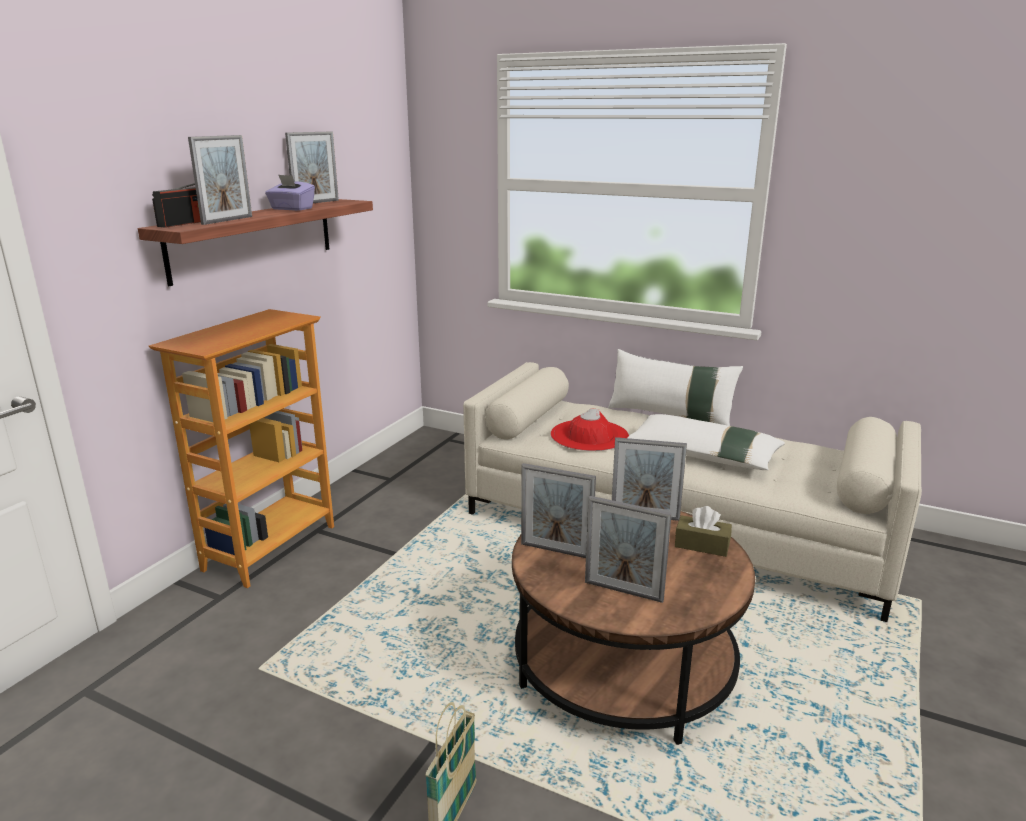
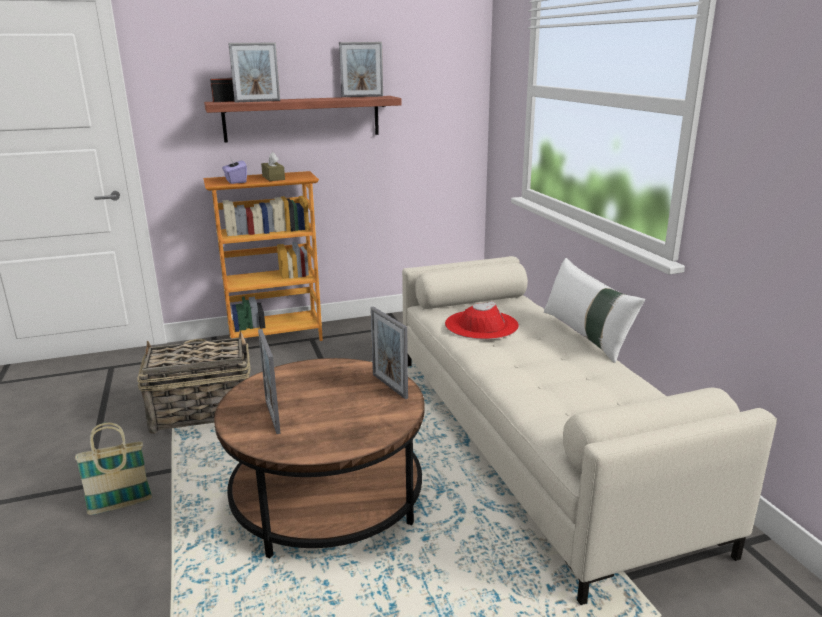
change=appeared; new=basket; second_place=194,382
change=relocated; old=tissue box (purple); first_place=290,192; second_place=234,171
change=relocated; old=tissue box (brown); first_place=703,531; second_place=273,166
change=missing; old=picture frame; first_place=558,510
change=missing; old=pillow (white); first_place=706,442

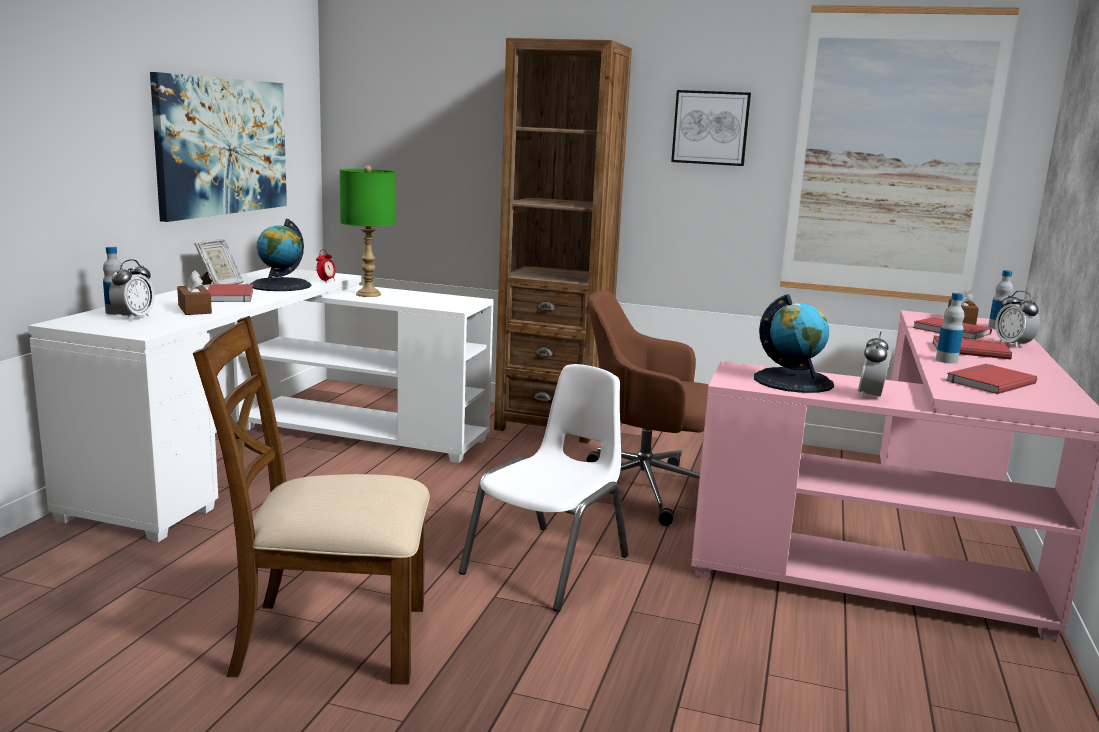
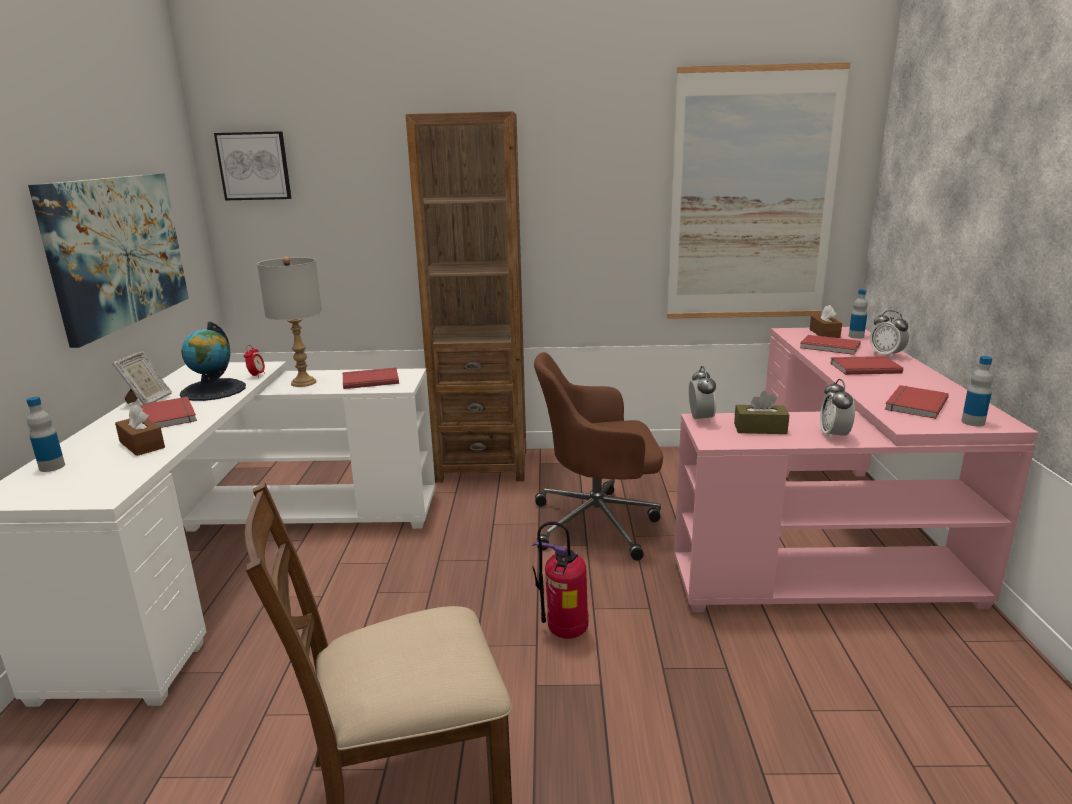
change=relocated; old=picture; first_place=711,128; second_place=253,165
change=colour; old=table lamp (green); new=table lamp (grey); first_place=368,231; second_place=289,321
change=appeared; new=book (red); second_place=370,378
change=exchanged; old=chair (white); new=fire extinguisher; first_place=544,488; second_place=560,580
change=relocated; old=alarm clock; first_place=131,290; second_place=702,395
change=exchanged; old=globe; new=tissue box (brown); first_place=794,343; second_place=761,412
change=relocated; old=bottle; first_place=950,328; second_place=977,391

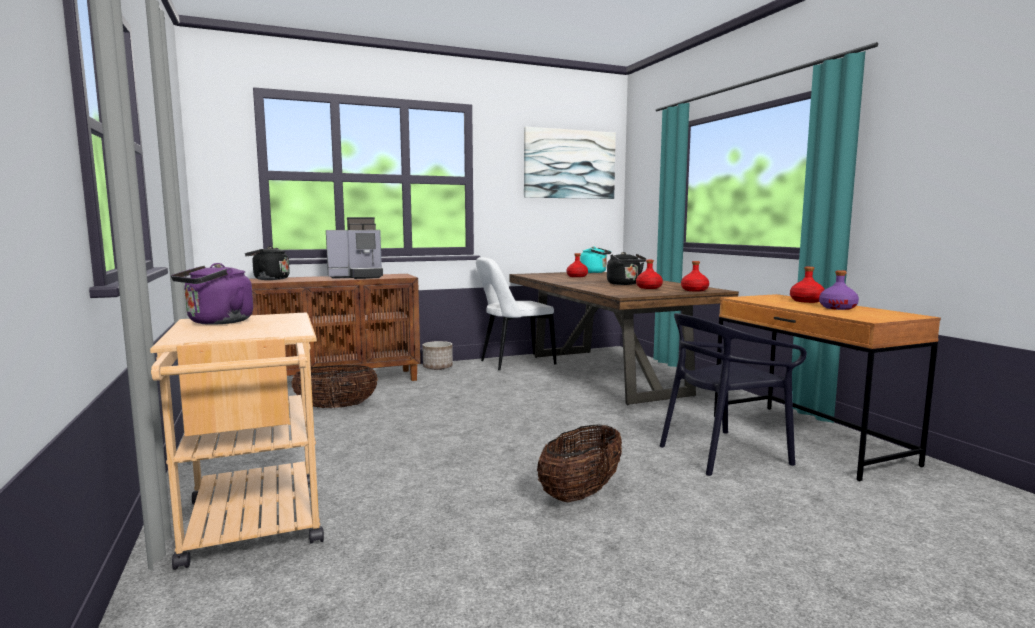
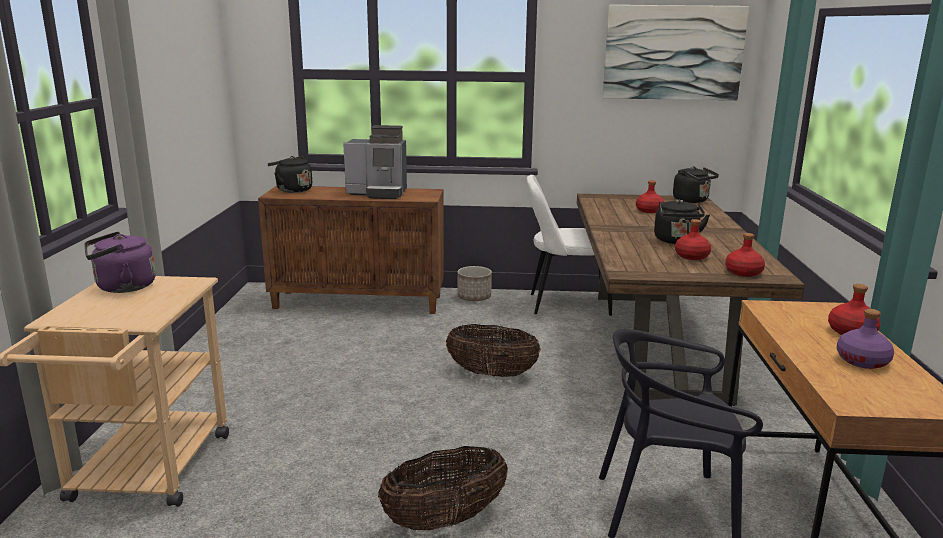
change=relocated; old=basket; first_place=334,386; second_place=493,350
change=colour; old=kettle (turquoise); new=kettle (black); first_place=595,260; second_place=696,184

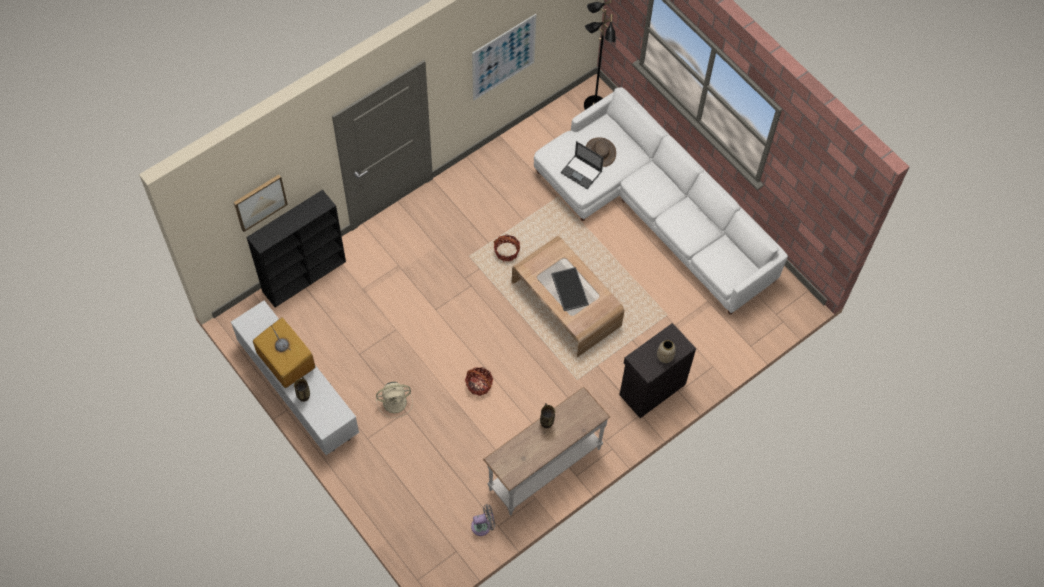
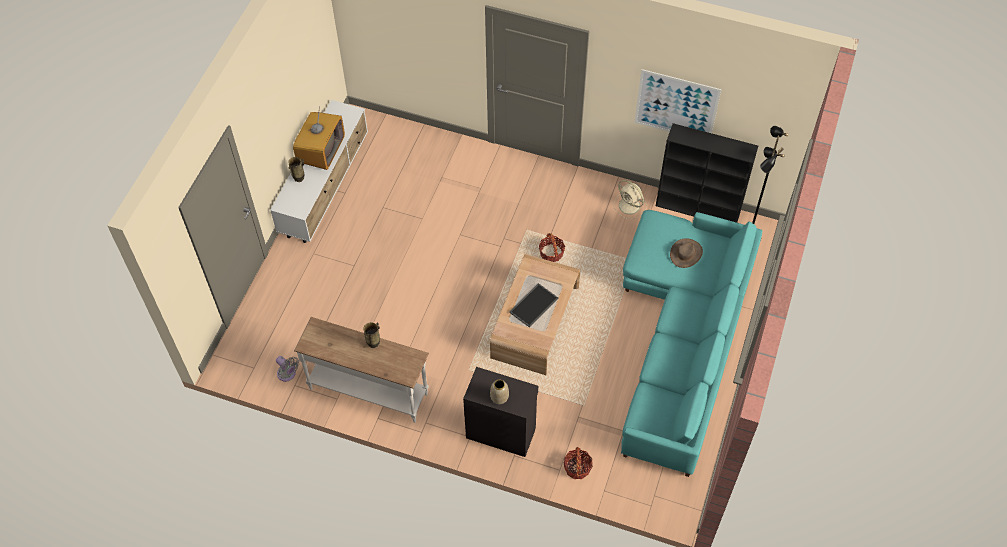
change=relocated; old=basket; first_place=479,381; second_place=578,463
change=relocated; old=fan (beige); first_place=394,400; second_place=630,199
change=colour; old=sofa (white); new=sofa (turquoise); first_place=661,201; second_place=691,343
change=relocated; old=bookcase (black); first_place=296,248; second_place=707,173
change=missing; old=picture; first_place=261,203
change=missing; old=laptop; first_place=582,165

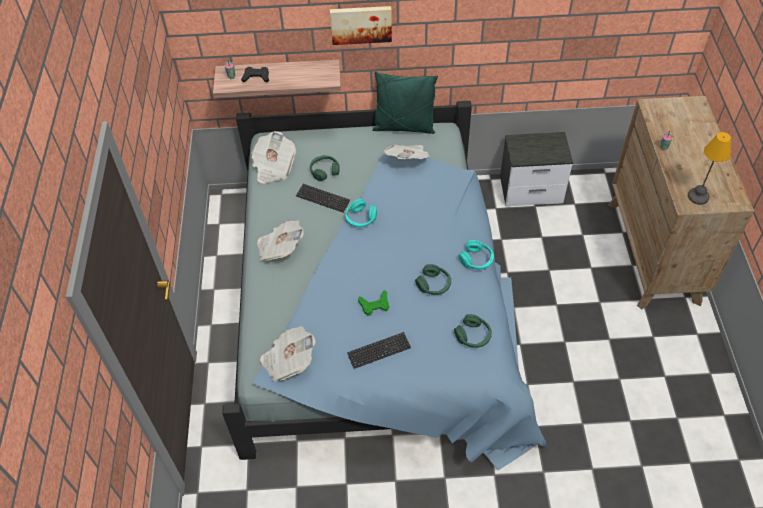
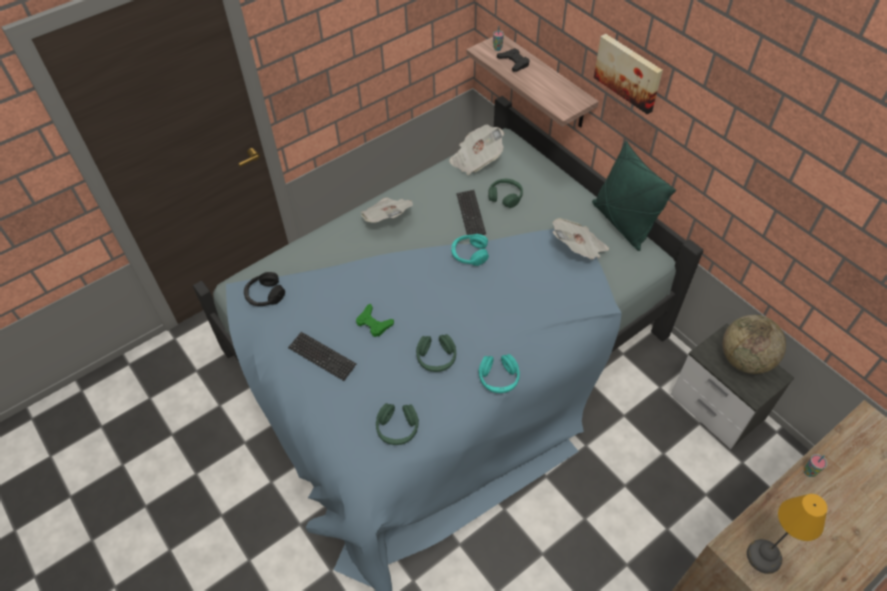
change=exchanged; old=newspaper; new=headphones (black); first_place=288,354; second_place=264,289
change=appeared; new=globe; second_place=754,344

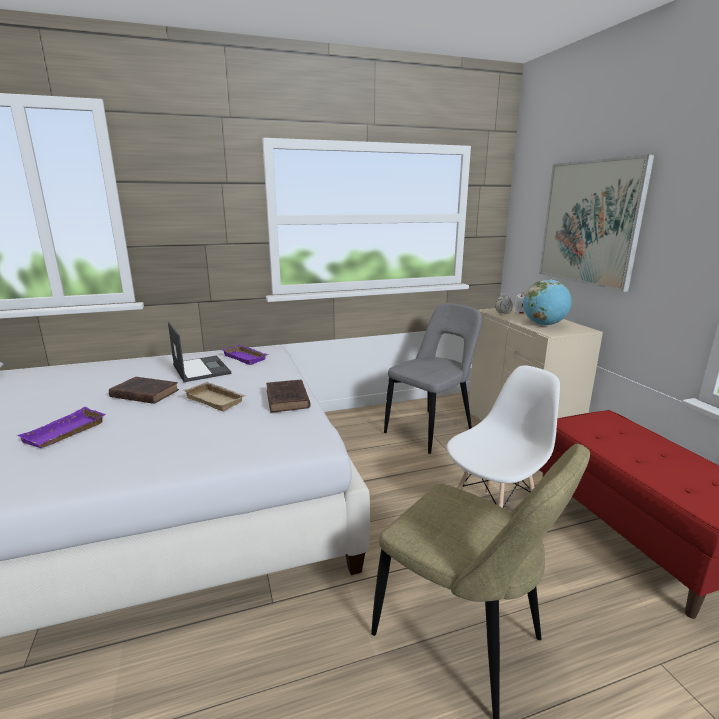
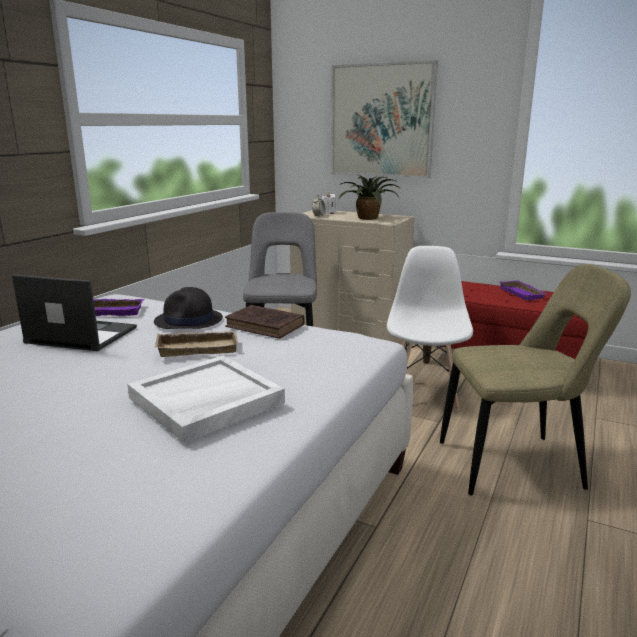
change=appeared; new=tray (white); second_place=206,399
change=appeared; new=hat (black); second_place=188,308
change=exchanged; old=globe; new=potted plant; first_place=547,302; second_place=369,197
change=relocated; old=tray (purple); first_place=61,427; second_place=522,290
change=missing; old=book (brown); first_place=144,390

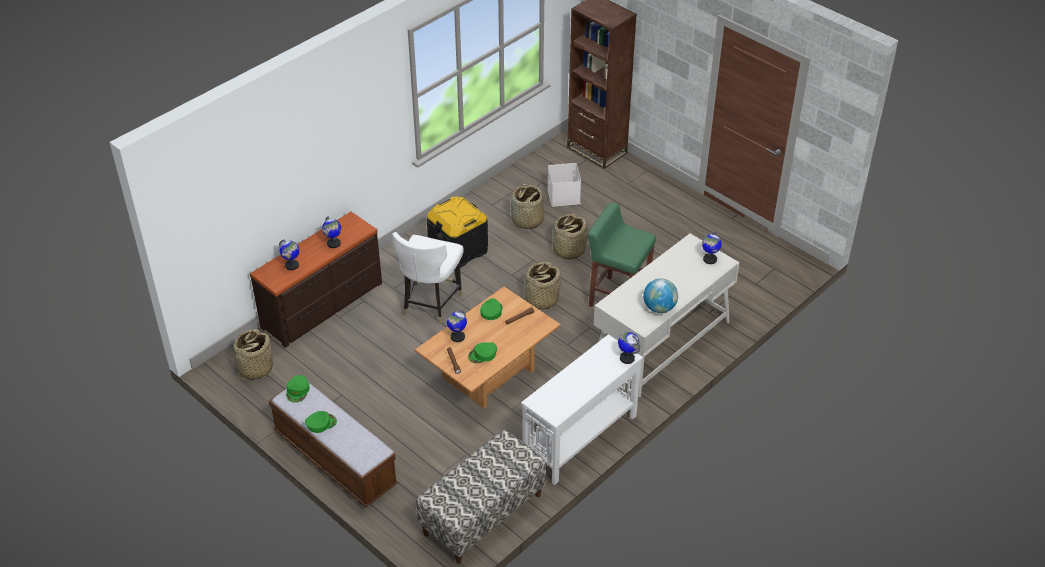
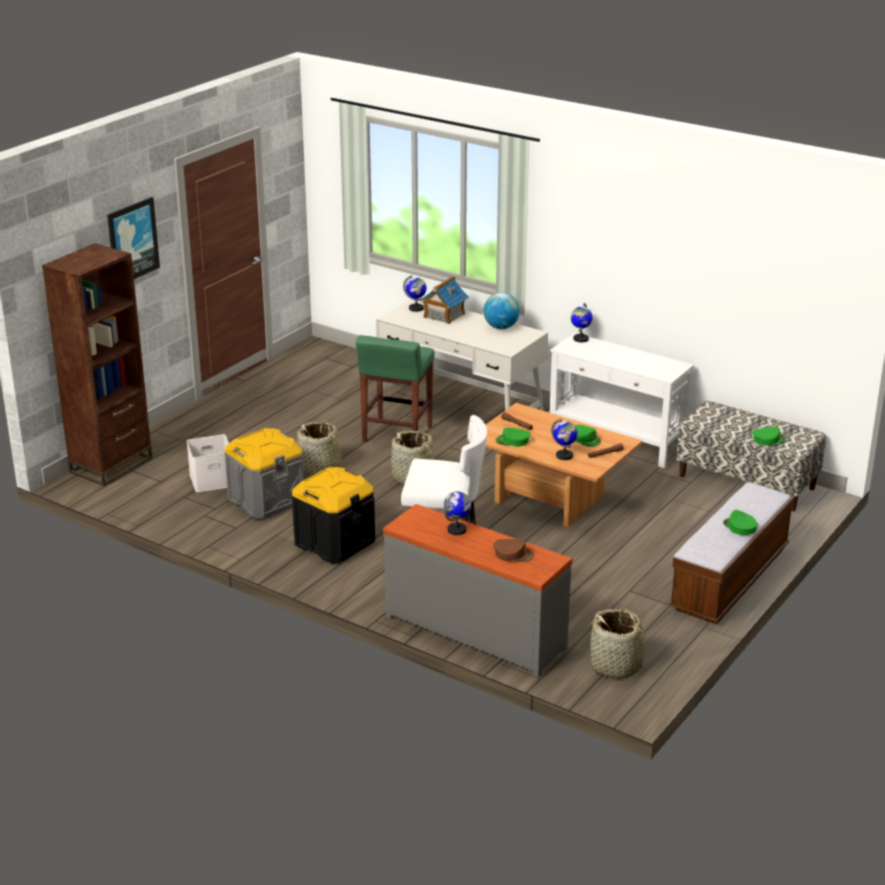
change=appeared; new=picture; second_place=133,238
change=exchanged; old=basket; new=storage box (grey); first_place=527,207; second_place=264,473
change=colour; old=dresser (brown); new=dresser (grey); first_place=316,280; second_place=477,590
change=appeared; new=toy house; second_place=444,300
change=exchanged; old=globe; new=cap (brown); first_place=289,254; second_place=513,550
change=relocated; old=cap (green); first_place=298,389; second_place=769,436

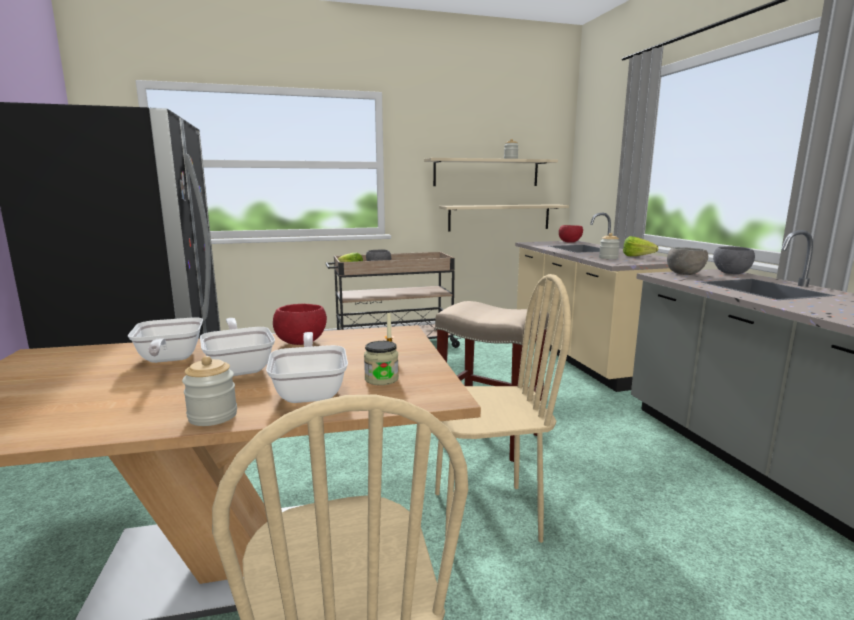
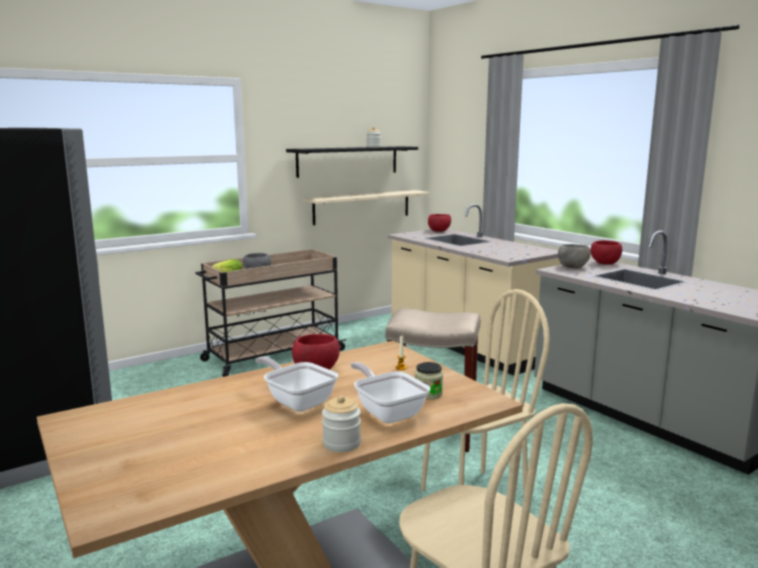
change=colour; old=shelf (beige); new=shelf (black); first_place=491,172; second_place=352,162
change=colour; old=bowl (grey); new=bowl (red); first_place=734,260; second_place=606,252
change=missing; old=frying pan; first_place=165,340
change=missing; old=jar; first_place=609,246
change=missing; old=lettuce; first_place=640,246

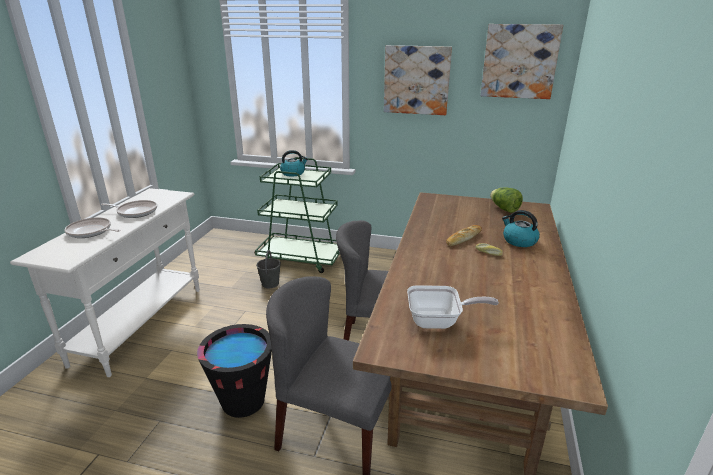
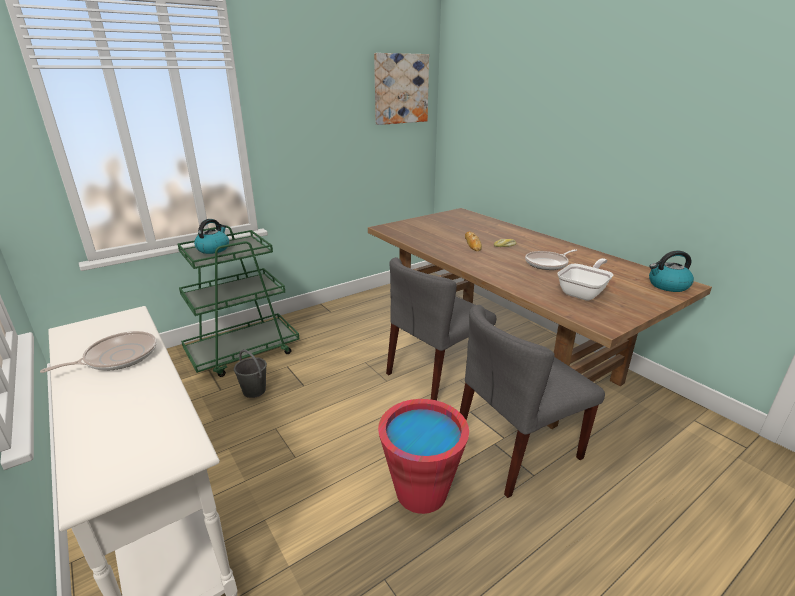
change=colour; old=bucket (black); new=bucket (red); first_place=234,371; second_place=423,456
change=relocated; old=frying pan; first_place=92,227; second_place=551,259
change=relocated; old=kettle; first_place=521,228; second_place=671,271
change=missing; old=picture; first_place=418,80
change=missing; old=lettuce; first_place=506,200

